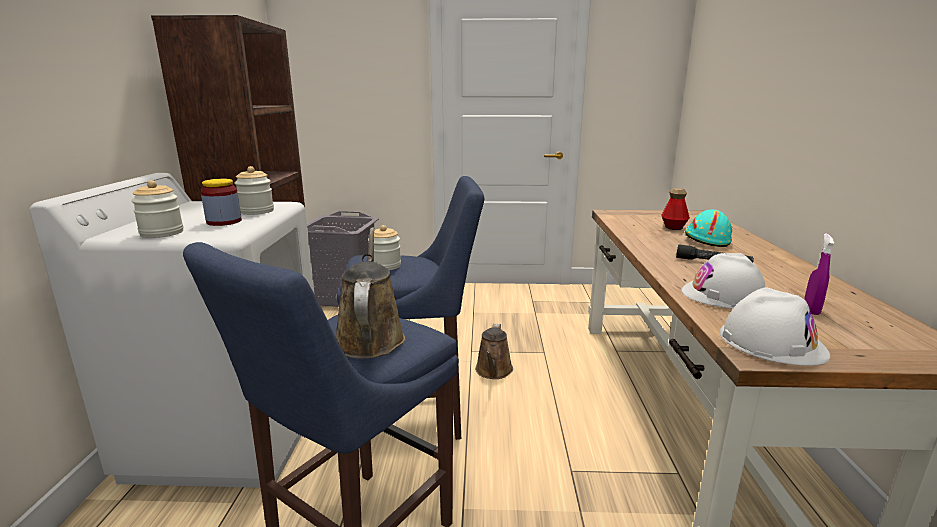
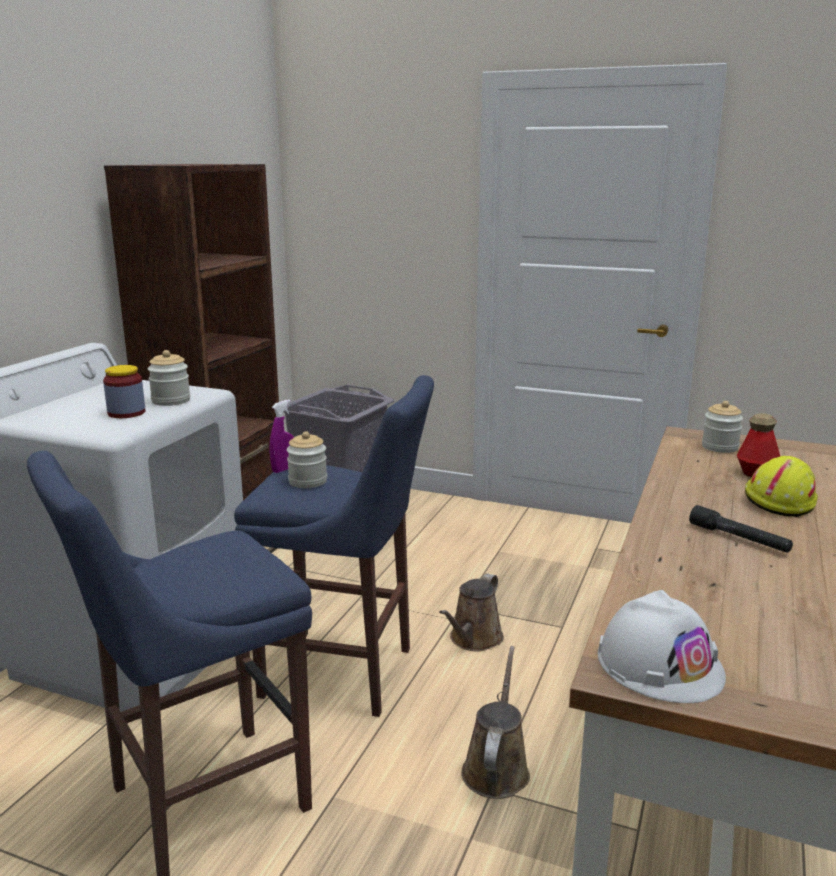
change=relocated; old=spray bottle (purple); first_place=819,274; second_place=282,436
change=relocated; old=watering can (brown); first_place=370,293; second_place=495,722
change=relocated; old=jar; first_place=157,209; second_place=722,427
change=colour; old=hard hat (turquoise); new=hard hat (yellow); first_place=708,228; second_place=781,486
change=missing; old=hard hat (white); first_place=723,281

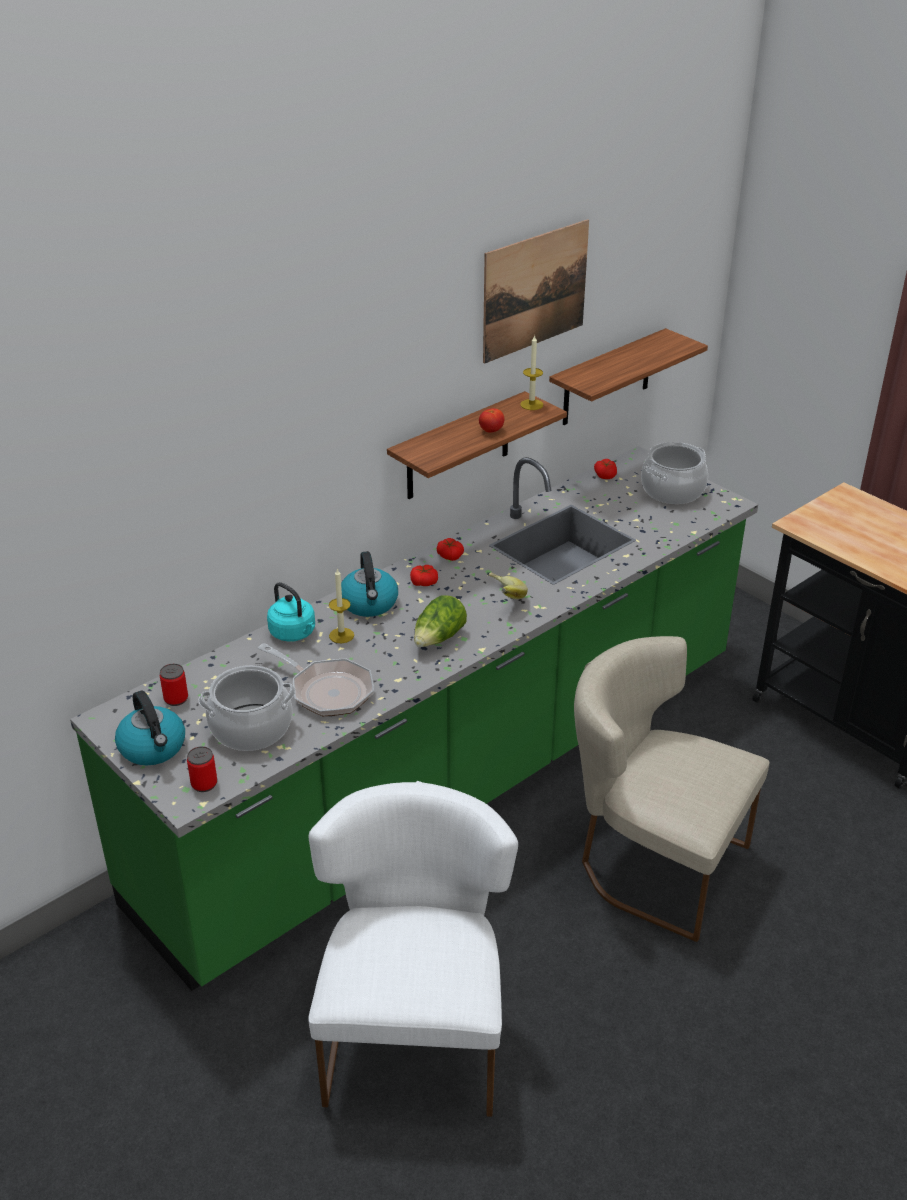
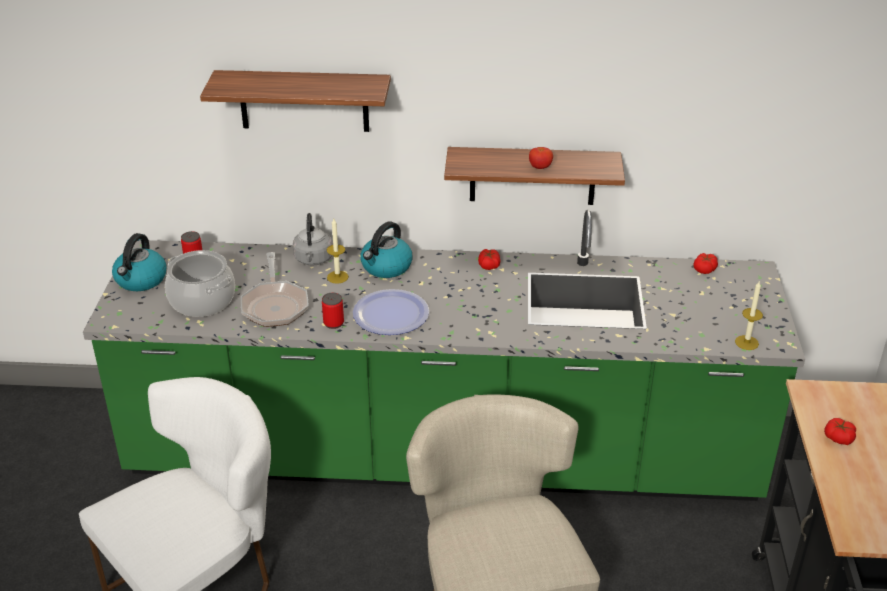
change=relocated; old=shelf; first_place=628,376; second_place=295,101
change=colour; old=kettle (turquoise); new=kettle (grey); first_place=291,612; second_place=313,239
change=relocated; old=can; first_place=202,769; second_place=333,311
change=exchanged; old=lettuce; new=plate; first_place=440,621; second_place=391,312
change=relocated; old=candle; first_place=531,372; second_place=749,316
change=relocated; old=tomato; first_place=424,575; second_place=840,431
change=missing; old=picture; first_place=536,291
change=missing; old=banana; first_place=508,585
change=missing; old=cooking pot; first_place=674,473

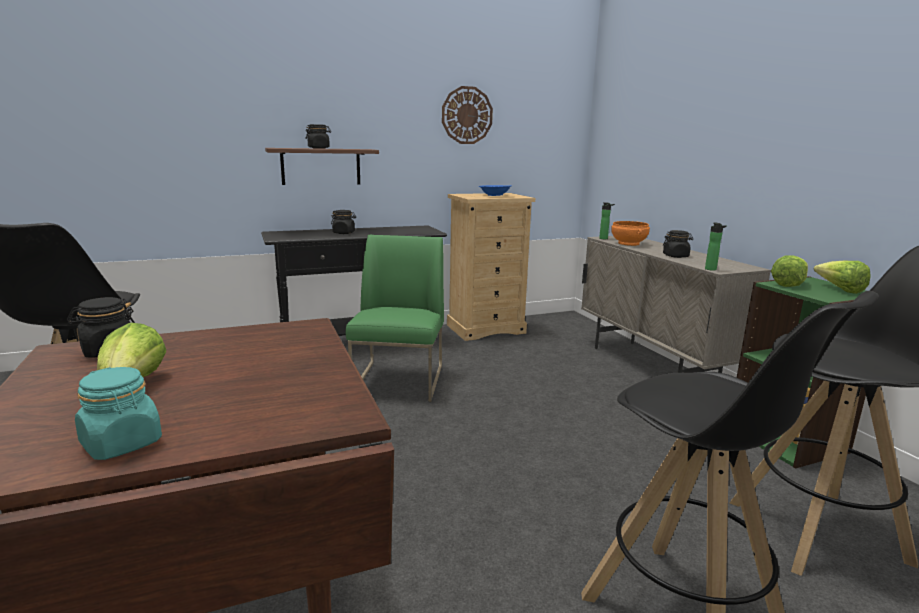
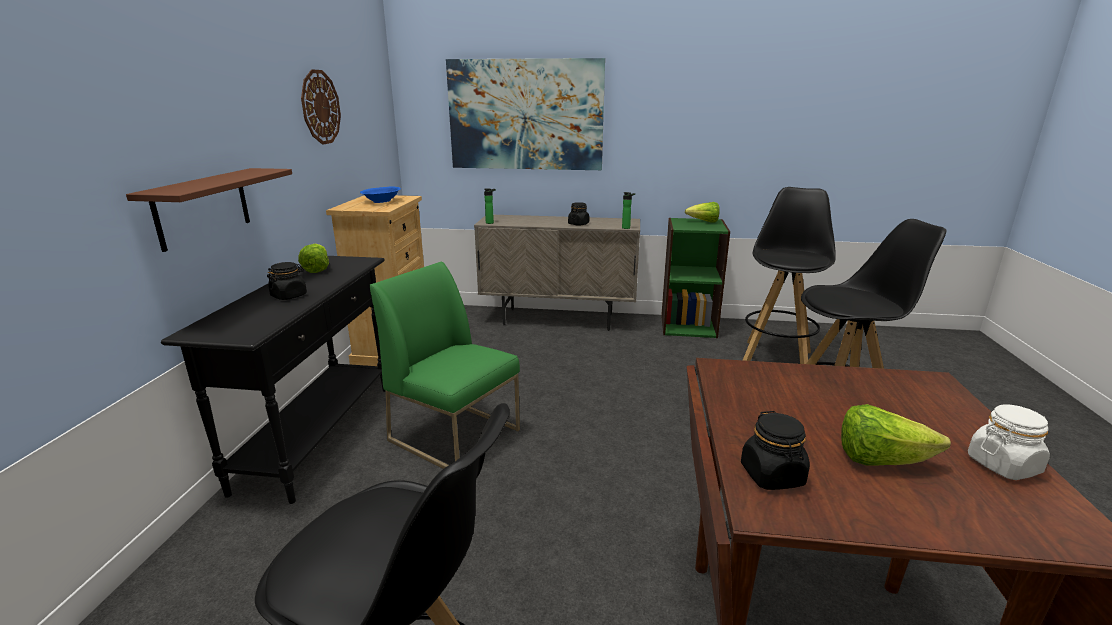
change=relocated; old=lettuce; first_place=789,271; second_place=313,258
change=appeared; new=picture; second_place=525,114
change=colour; old=jar (turquoise); new=jar (white); first_place=118,413; second_place=1009,442
change=missing; old=jar (black); first_place=318,136
change=missing; old=bowl (orange); first_place=630,233

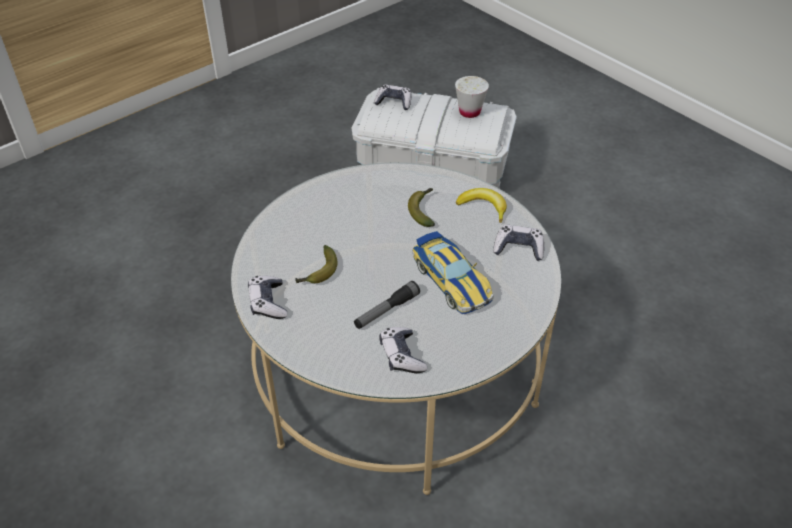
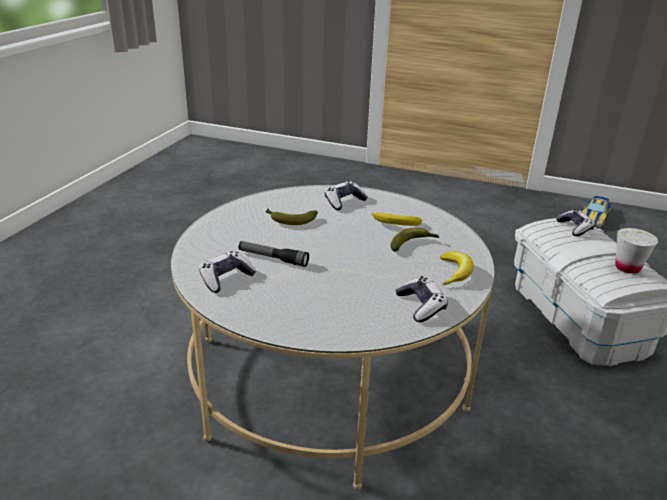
change=relocated; old=game controller; first_place=267,297; second_place=346,195
change=appeared; new=banana; second_place=397,219
change=relocated; old=toy car; first_place=453,272; second_place=596,212

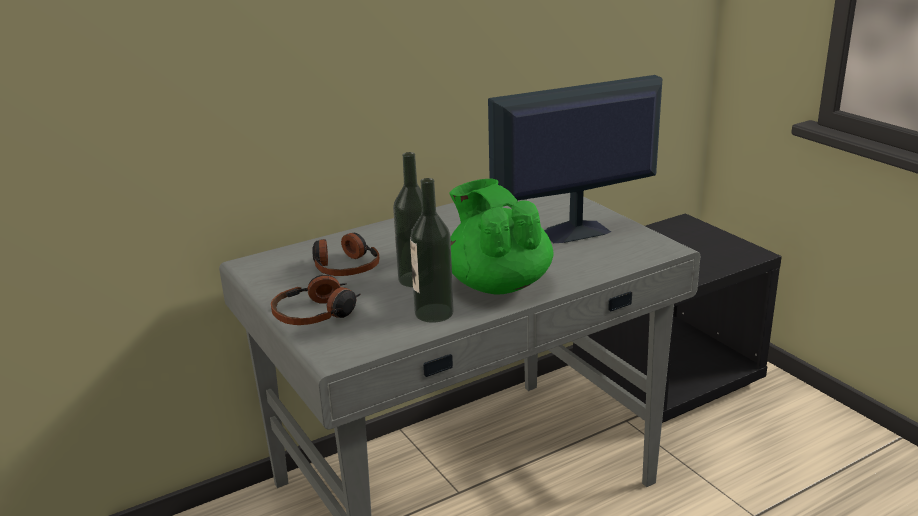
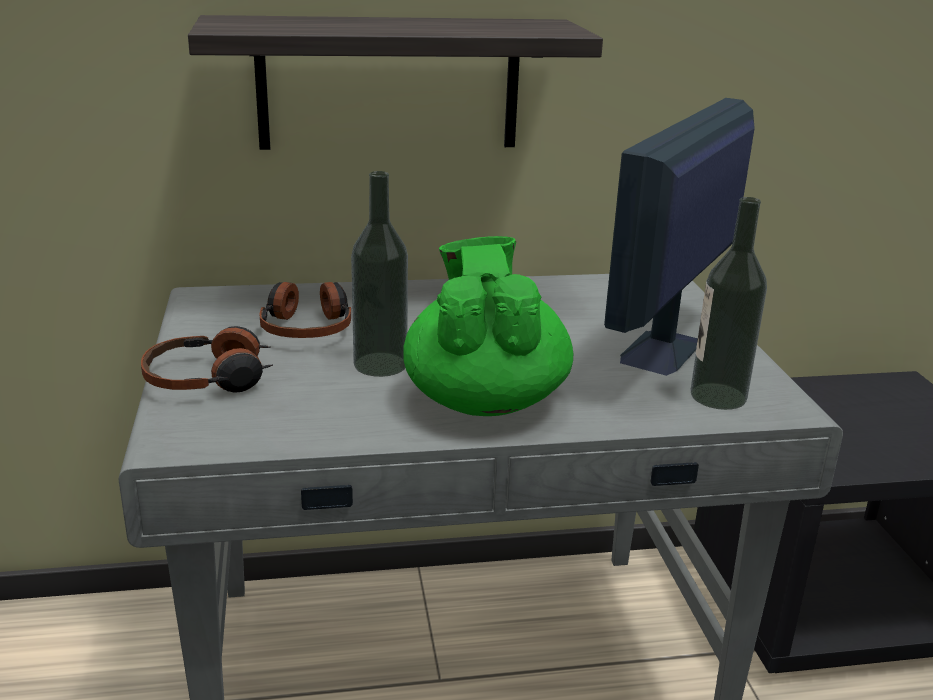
change=appeared; new=shelf; second_place=395,82
change=spun; old=monitor; first_place=575,159; second_place=679,237; degrees=-60
change=relocated; old=bottle; first_place=431,250; second_place=728,303

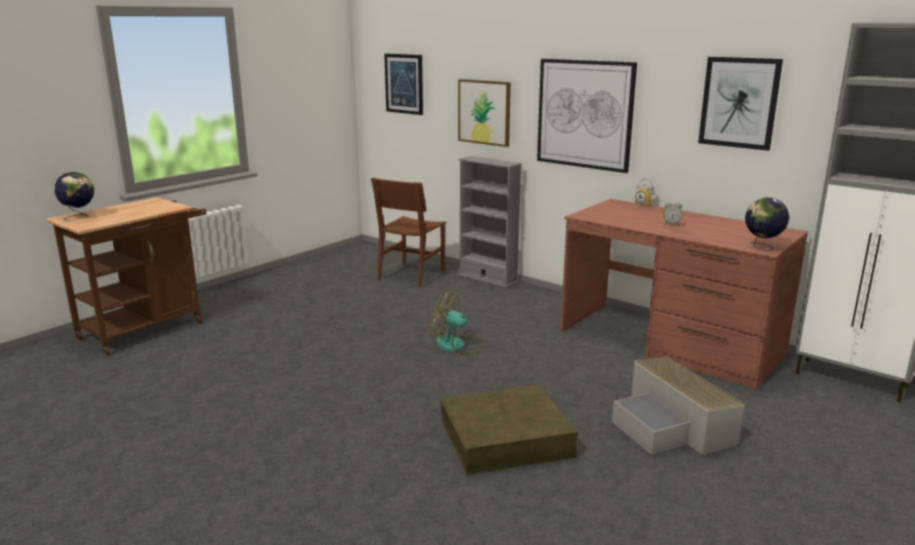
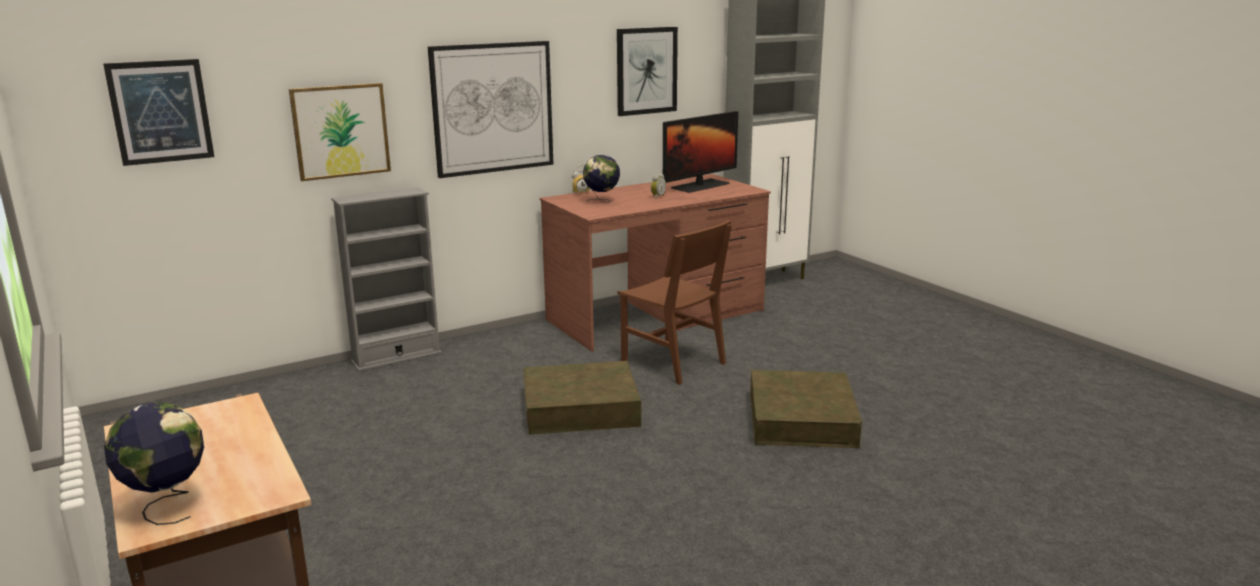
change=exchanged; old=fan; new=storage box (brown); first_place=457,322; second_place=582,398
change=relocated; old=globe; first_place=767,224; second_place=601,178
change=relocated; old=chair (brown); first_place=409,233; second_place=674,302
change=appeared; new=monitor; second_place=700,152
change=missing; old=storage box (grey); first_place=679,406

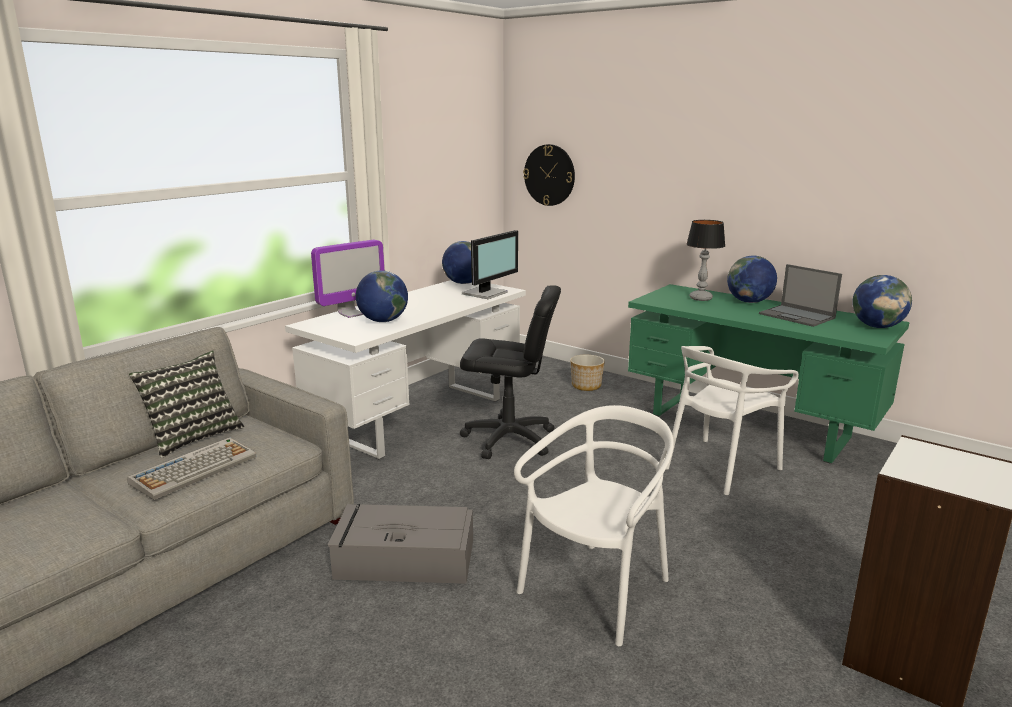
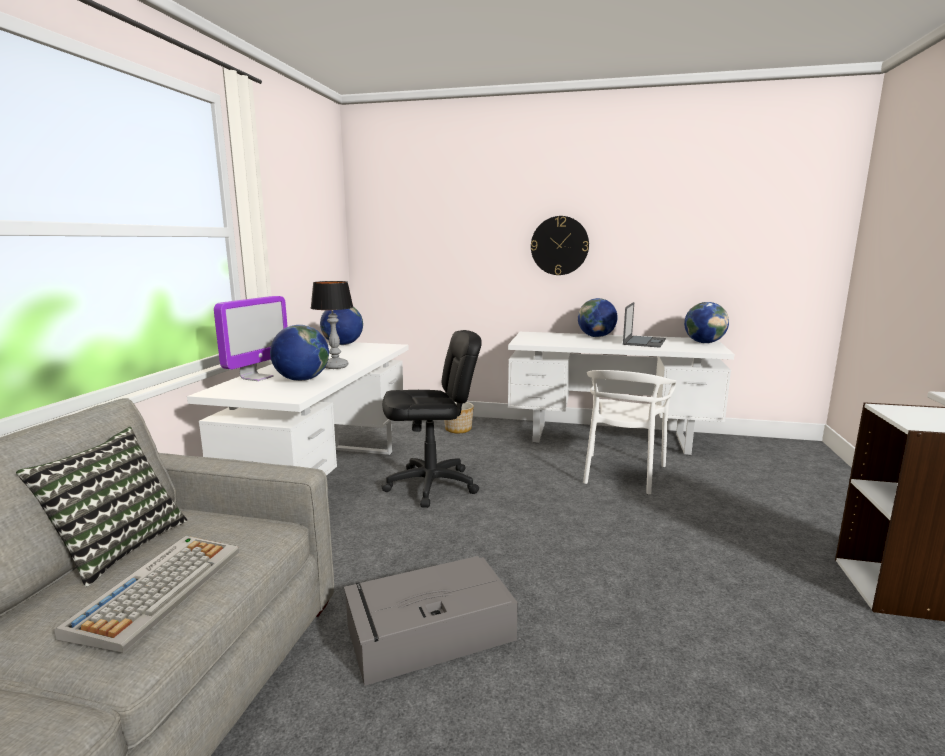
change=relocated; old=table lamp; first_place=705,260; second_place=332,325
change=colour; old=desk (green); new=desk (white); first_place=769,374; second_place=621,393
change=relocated; old=wall clock; first_place=549,175; second_place=560,245
change=spun; old=laptop; first_place=800,295; second_place=644,325; degrees=-90
change=missing; old=monitor; first_place=490,264
change=missing; old=chair (white); first_place=594,525

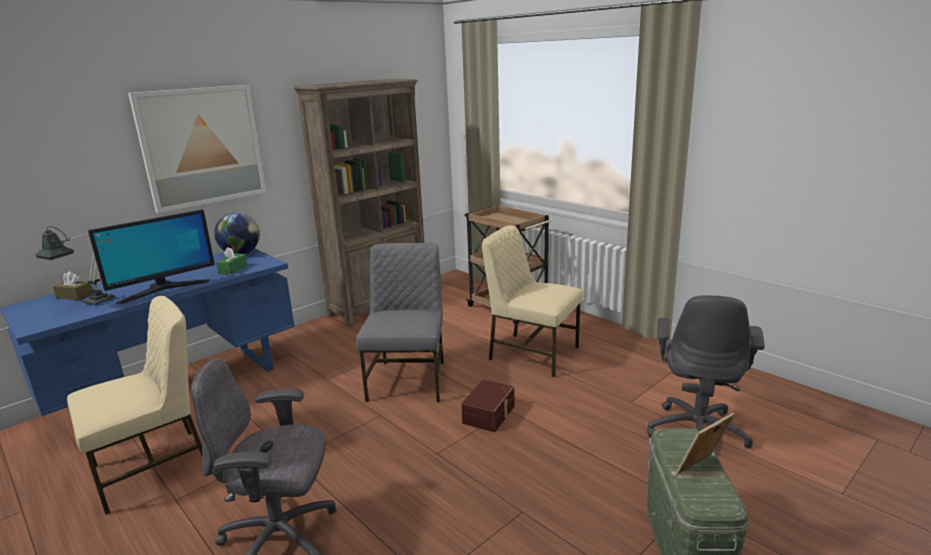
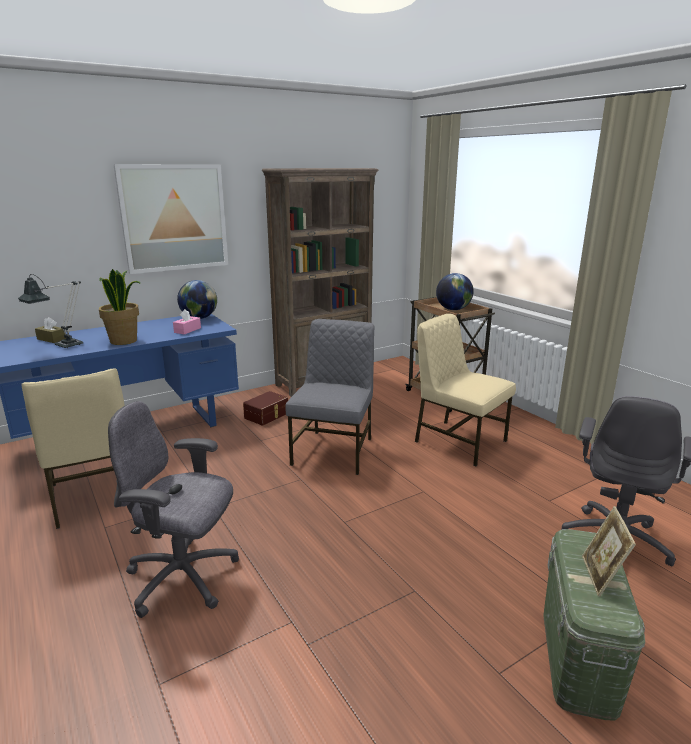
change=spun; old=chair (beige); first_place=135,405; second_place=73,448; degrees=90
change=exchanged; old=monitor; new=potted plant; first_place=151,256; second_place=120,307
change=colour; old=tissue box (green); new=tissue box (pink); first_place=231,261; second_place=187,321
change=relocated; old=storage box (brown); first_place=488,406; second_place=265,408
change=appeared; new=globe; second_place=455,291
change=spun; old=picture frame; first_place=705,444; second_place=609,551; degrees=-60

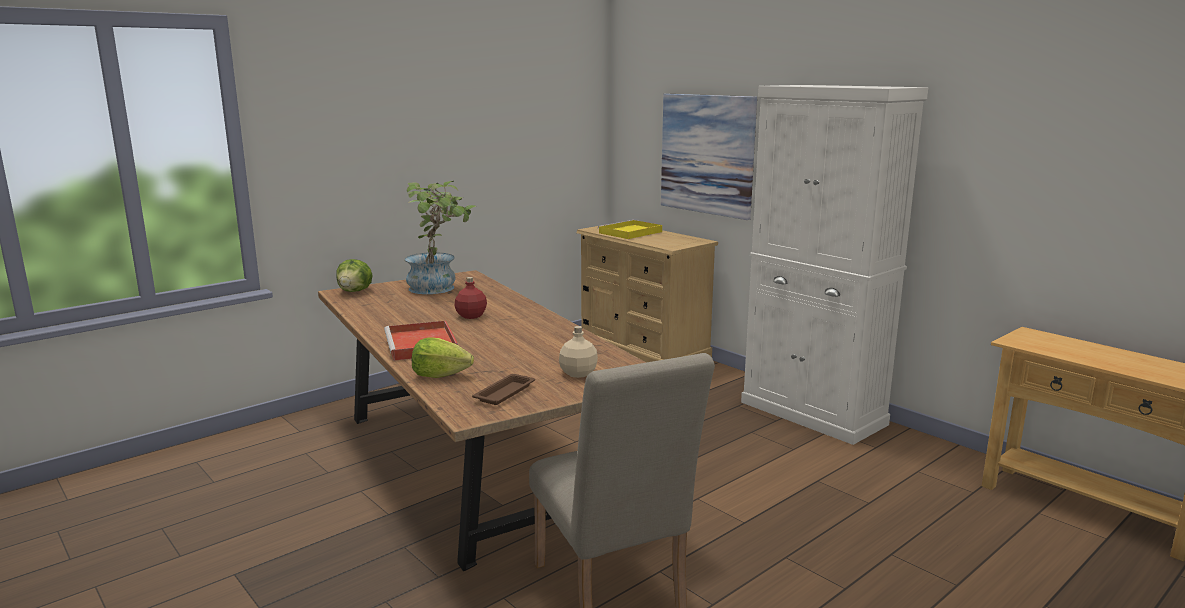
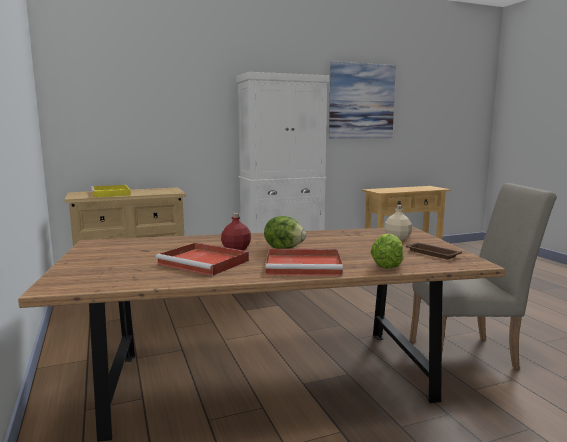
change=appeared; new=tray (red); second_place=202,259
change=relocated; old=lettuce; first_place=354,275; second_place=285,232
change=relocated; old=picture; first_place=709,157; second_place=362,100
change=missing; old=potted plant; first_place=440,237

